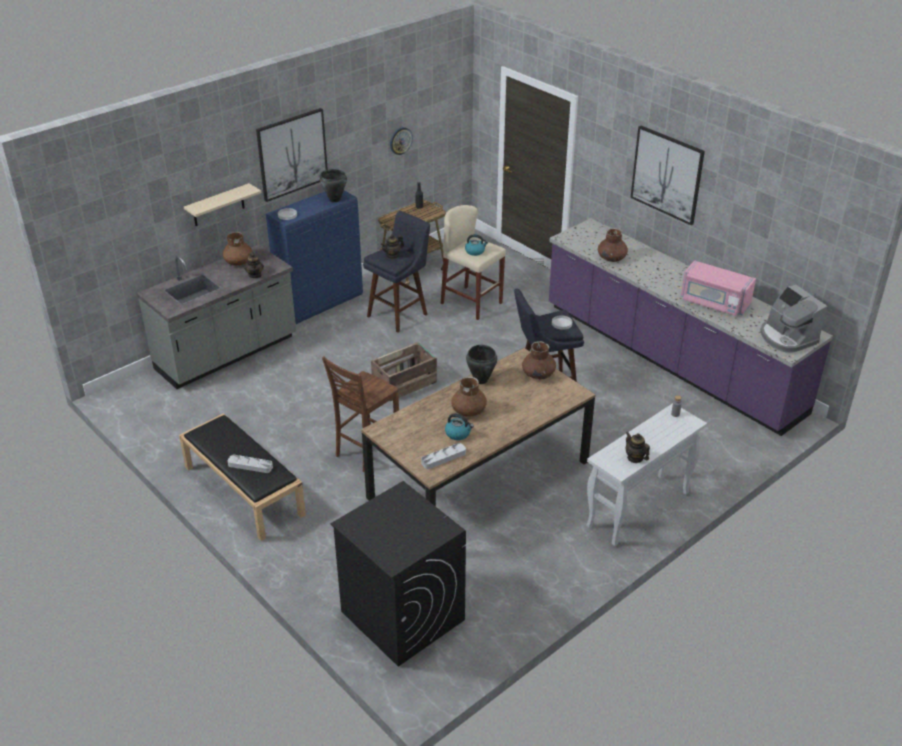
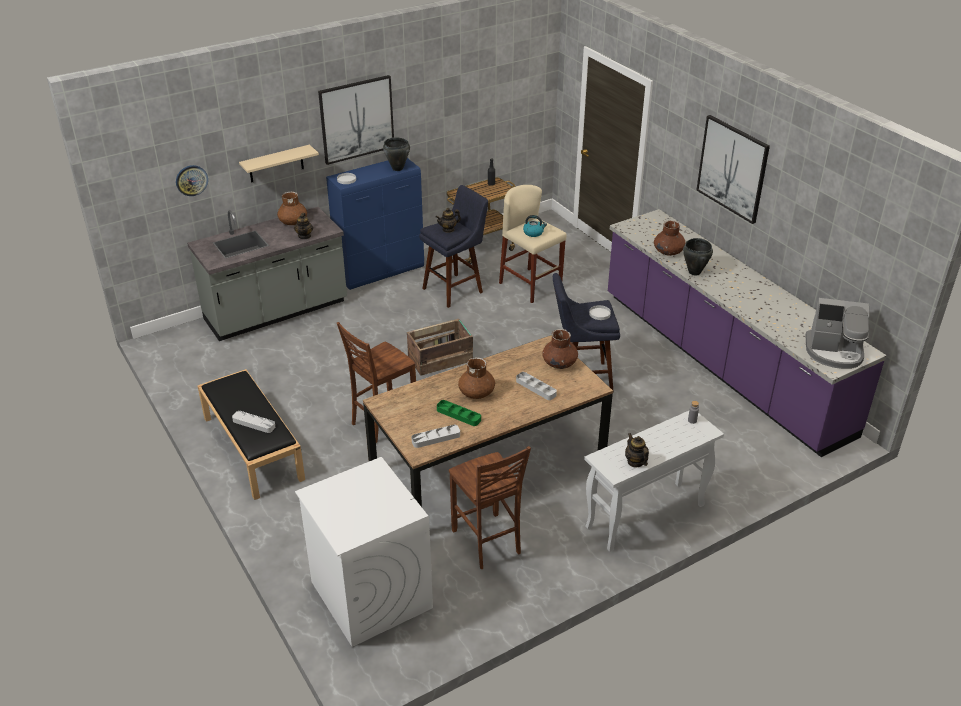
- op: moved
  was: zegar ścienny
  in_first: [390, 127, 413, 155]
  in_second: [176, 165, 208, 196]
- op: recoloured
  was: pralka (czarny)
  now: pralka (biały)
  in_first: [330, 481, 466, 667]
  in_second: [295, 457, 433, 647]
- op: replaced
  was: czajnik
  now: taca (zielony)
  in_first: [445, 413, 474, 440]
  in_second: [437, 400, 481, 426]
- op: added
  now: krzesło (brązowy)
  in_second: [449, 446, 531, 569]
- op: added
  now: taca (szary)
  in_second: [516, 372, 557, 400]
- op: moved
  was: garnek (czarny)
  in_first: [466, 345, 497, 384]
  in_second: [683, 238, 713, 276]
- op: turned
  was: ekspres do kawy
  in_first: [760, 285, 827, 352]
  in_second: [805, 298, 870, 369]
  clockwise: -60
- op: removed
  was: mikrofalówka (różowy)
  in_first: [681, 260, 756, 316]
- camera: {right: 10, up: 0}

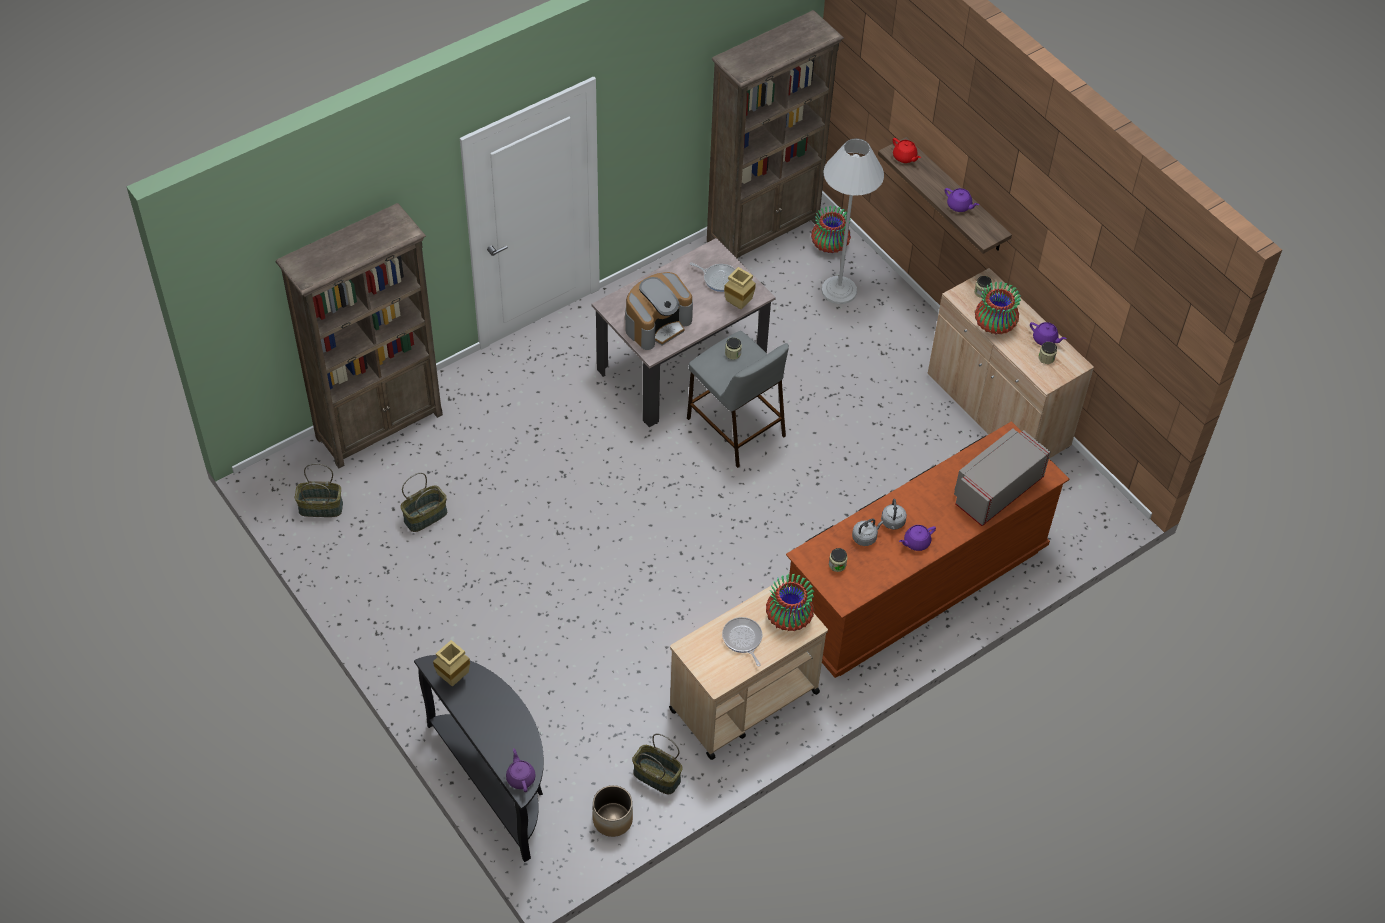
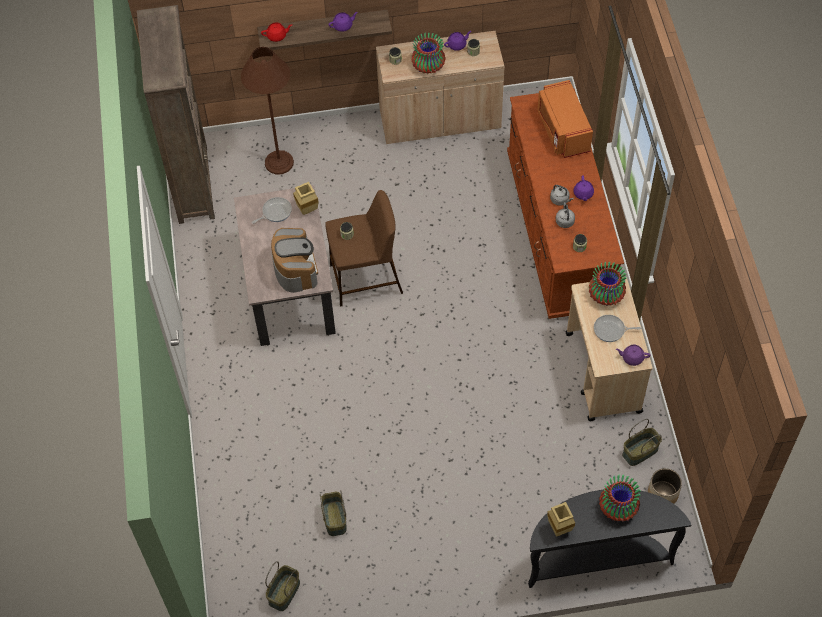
- op: recoloured
  was: lampa stojąca (biały)
  now: lampa stojąca (brązowy)
  in_first: [821, 138, 884, 304]
  in_second: [241, 47, 294, 175]
- op: recoloured
  was: stołek (szary)
  now: stołek (brązowy)
  in_first: [687, 331, 789, 468]
  in_second: [325, 190, 403, 307]
- op: recoloured
  was: mikrofalówka (szary)
  now: mikrofalówka (pomarańczowy)
  in_first: [954, 429, 1051, 526]
  in_second: [537, 80, 593, 158]
- op: moved
  was: wazon
  in_first: [811, 206, 851, 253]
  in_second: [599, 475, 641, 522]
- op: moved
  was: imbryk (fioletowy)
  in_first: [506, 748, 536, 792]
  in_second: [616, 345, 651, 366]
- op: removed
  was: regał (brązowy)
  in_first: [276, 203, 443, 468]
- camera: {right: -60, up: 5}

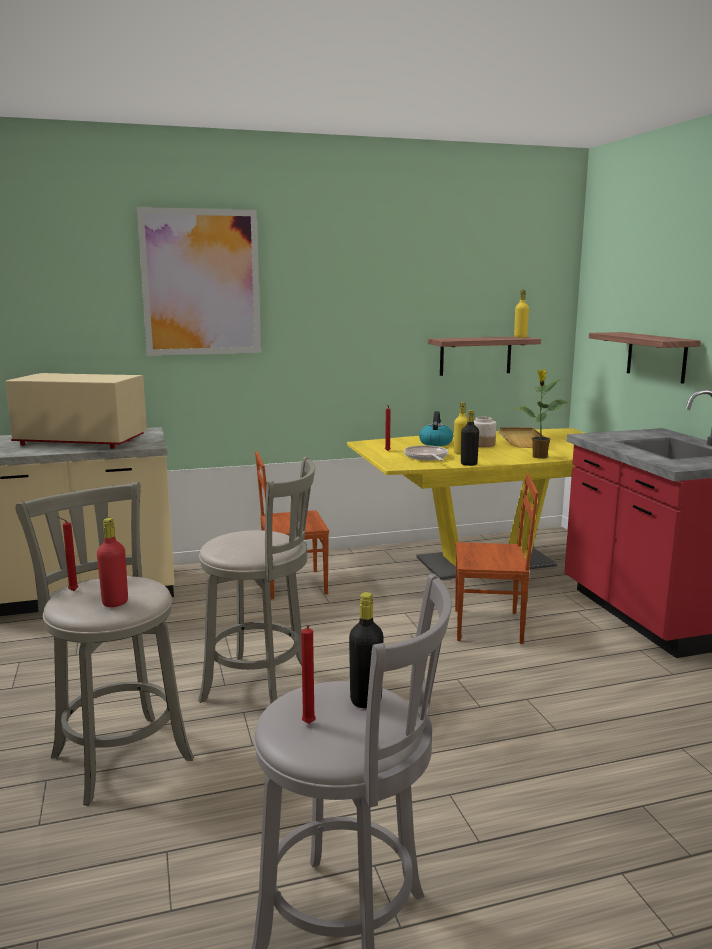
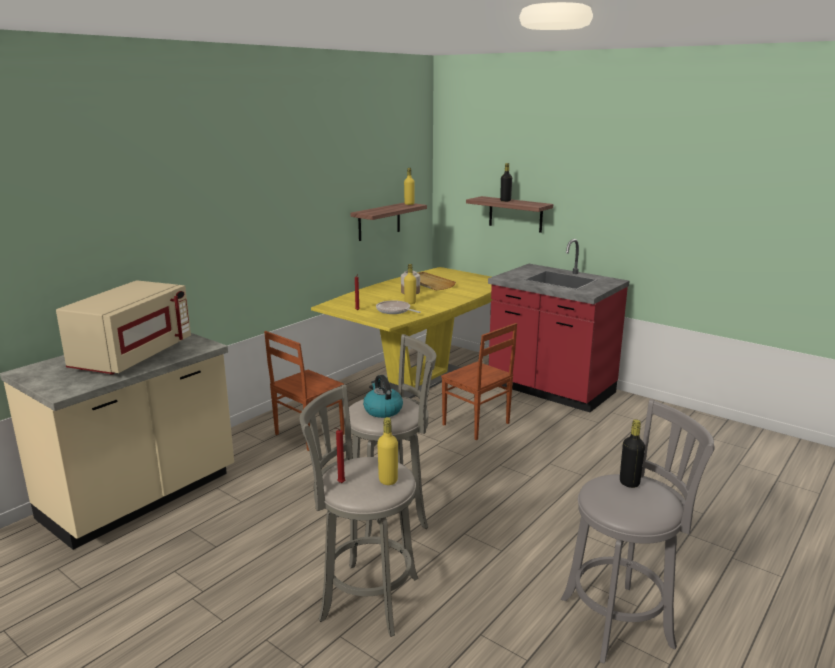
- op: turned
  was: mikrofalówka (beżowy)
  in_first: [5, 373, 147, 449]
  in_second: [56, 280, 191, 375]
  clockwise: 135
- op: moved
  was: czajnik
  in_first: [419, 411, 453, 446]
  in_second: [363, 375, 403, 418]
- op: recoloured
  was: butelka (czerwony)
  now: butelka (żółty)
  in_first: [97, 518, 128, 607]
  in_second: [377, 417, 398, 485]
- op: turned
  was: krzesło (brązowy)
  in_first: [455, 474, 538, 644]
  in_second: [441, 323, 517, 440]
  clockwise: 75
- op: moved
  was: butelka (czarny)
  in_first: [461, 410, 479, 466]
  in_second: [500, 163, 512, 202]
- op: removed
  was: obraz
  in_first: [137, 207, 261, 356]
- op: removed
  was: świeca (czerwony)
  in_first: [301, 625, 316, 724]
- op: removed
  was: roślina doniczkowa
  in_first: [513, 370, 569, 459]
- camera: {right: -35, up: 5}

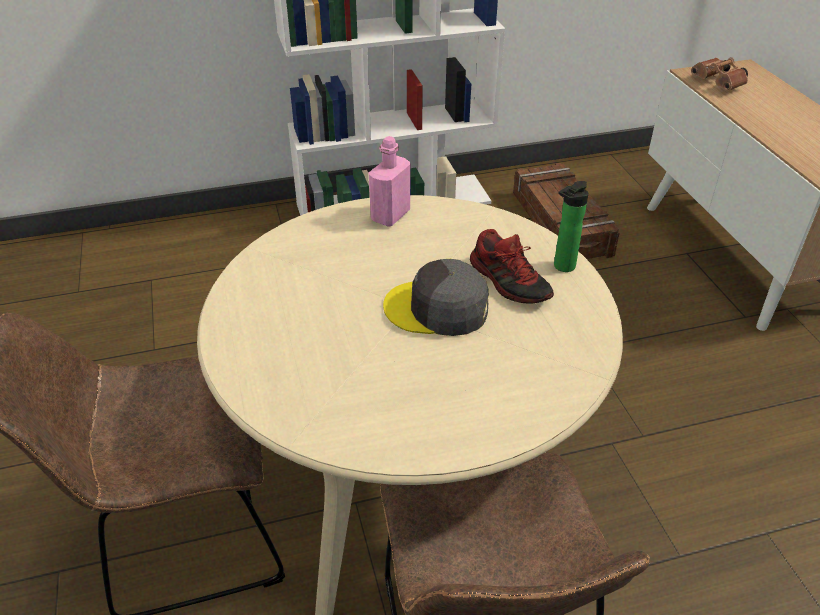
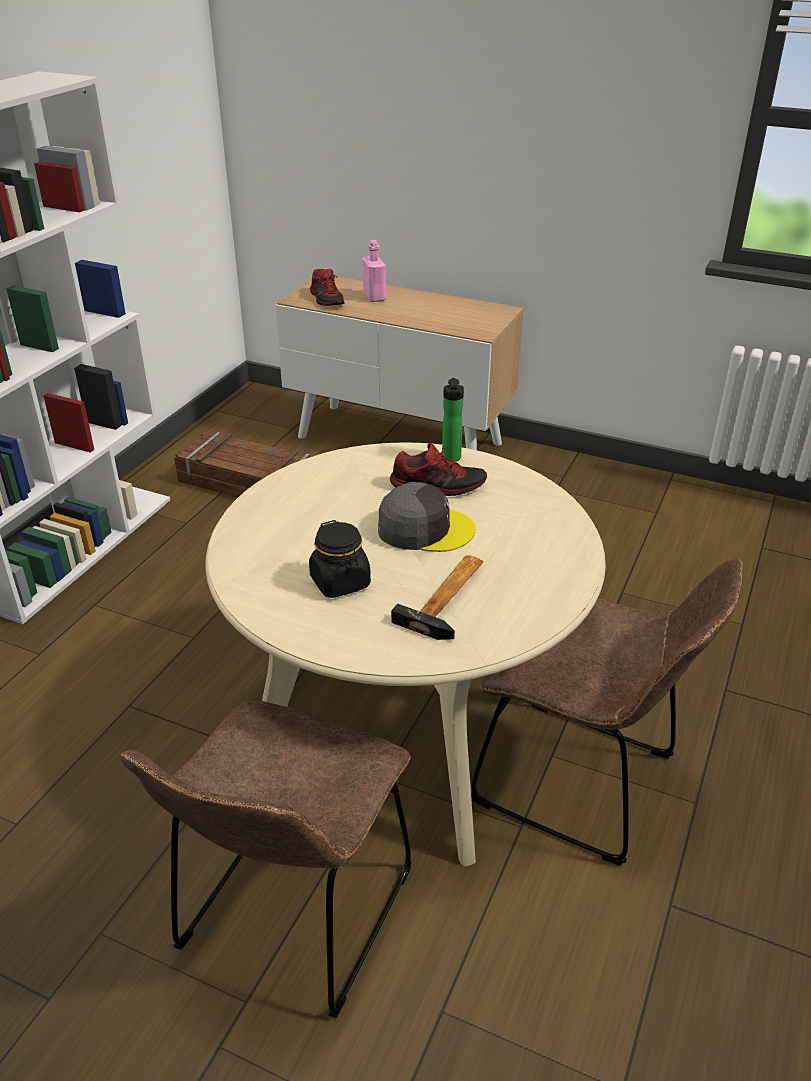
- op: added
  now: słoik (czarny)
  in_second: [309, 520, 371, 598]
- op: replaced
  was: lornetka (brązowy)
  now: but
  in_first: [691, 57, 748, 91]
  in_second: [310, 269, 345, 306]
- op: moved
  was: butelka (różowy)
  in_first: [369, 136, 411, 227]
  in_second: [362, 240, 386, 302]
- op: turned
  was: czapka z daszkiem (szary)
  in_first: [383, 259, 489, 336]
  in_second: [378, 482, 476, 552]
  clockwise: -135
- op: added
  now: młotek
  in_second: [391, 555, 483, 640]
- camera: {right: -50, up: -5}

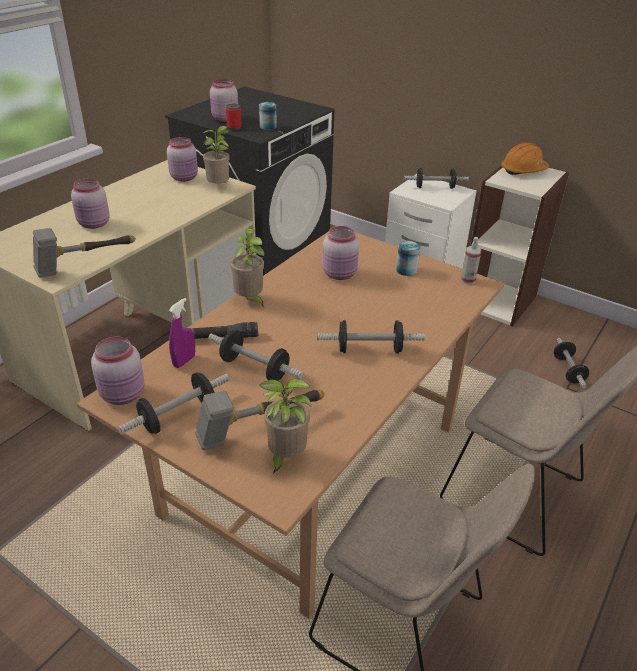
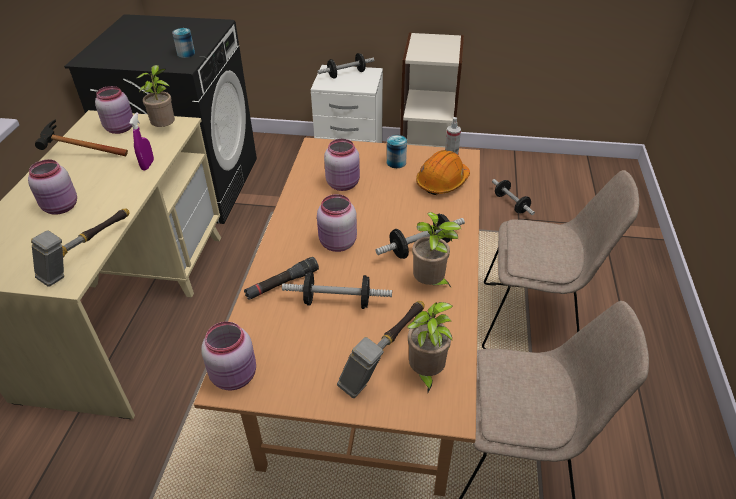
- op: added
  now: młotek
  in_second: [35, 119, 128, 157]
- op: moved
  was: spryskiwacz (fioletowy)
  in_first: [169, 298, 195, 368]
  in_second: [129, 112, 154, 170]
- op: moved
  was: słoik (różowy)
  in_first: [210, 79, 238, 122]
  in_second: [317, 194, 357, 252]
- op: moved
  was: roślina doniczkowa
  in_first: [230, 229, 264, 308]
  in_second: [412, 212, 461, 287]
- op: moved
  was: kask (pomarańczowy)
  in_first: [501, 143, 549, 175]
  in_second: [416, 150, 470, 195]
- op: removed
  was: hantel
  in_first: [118, 372, 230, 434]
- op: removed
  was: puszka
  in_first: [226, 104, 242, 130]
- camera: {right: -25, up: 5}

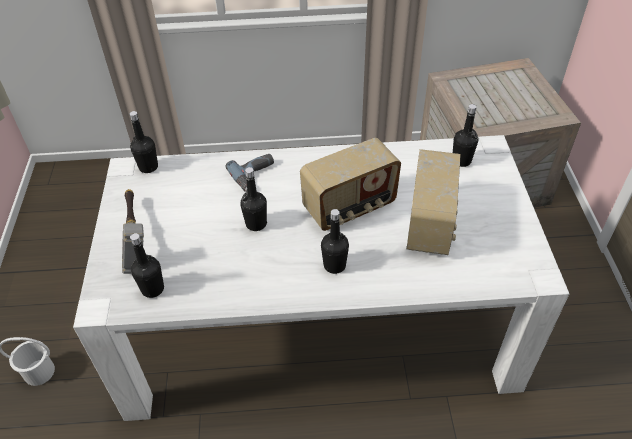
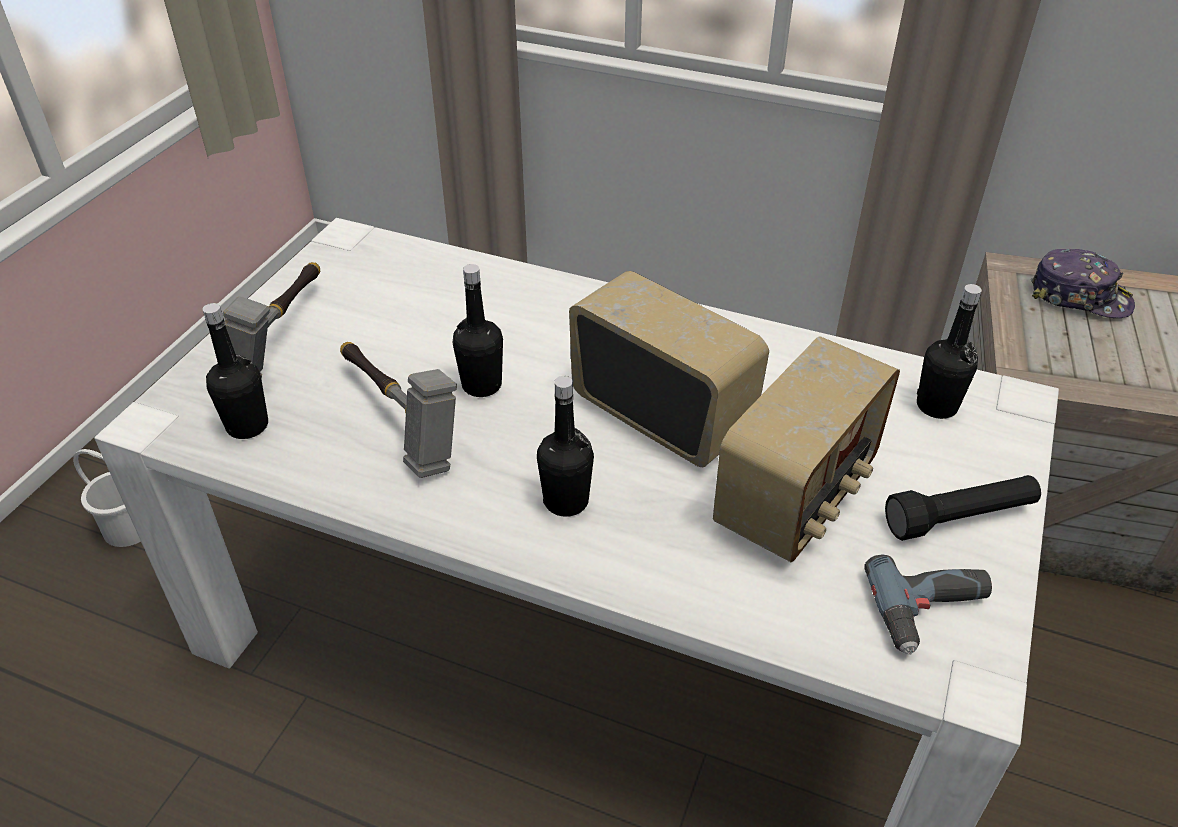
- op: added
  now: młotek
  in_second: [340, 342, 457, 478]
- op: turned
  was: radio
  in_first: [300, 138, 401, 231]
  in_second: [569, 271, 769, 467]
  clockwise: -135
- op: moved
  was: wiertarka
  in_first: [226, 154, 274, 192]
  in_second: [865, 554, 992, 655]
- op: added
  now: latarka (czarny)
  in_second: [885, 475, 1041, 541]
- op: added
  now: czapka z daszkiem
  in_second: [1031, 249, 1135, 318]
- op: removed
  was: butelka (czarny)
  in_first: [129, 111, 158, 173]
- camera: {right: 25, up: -5}

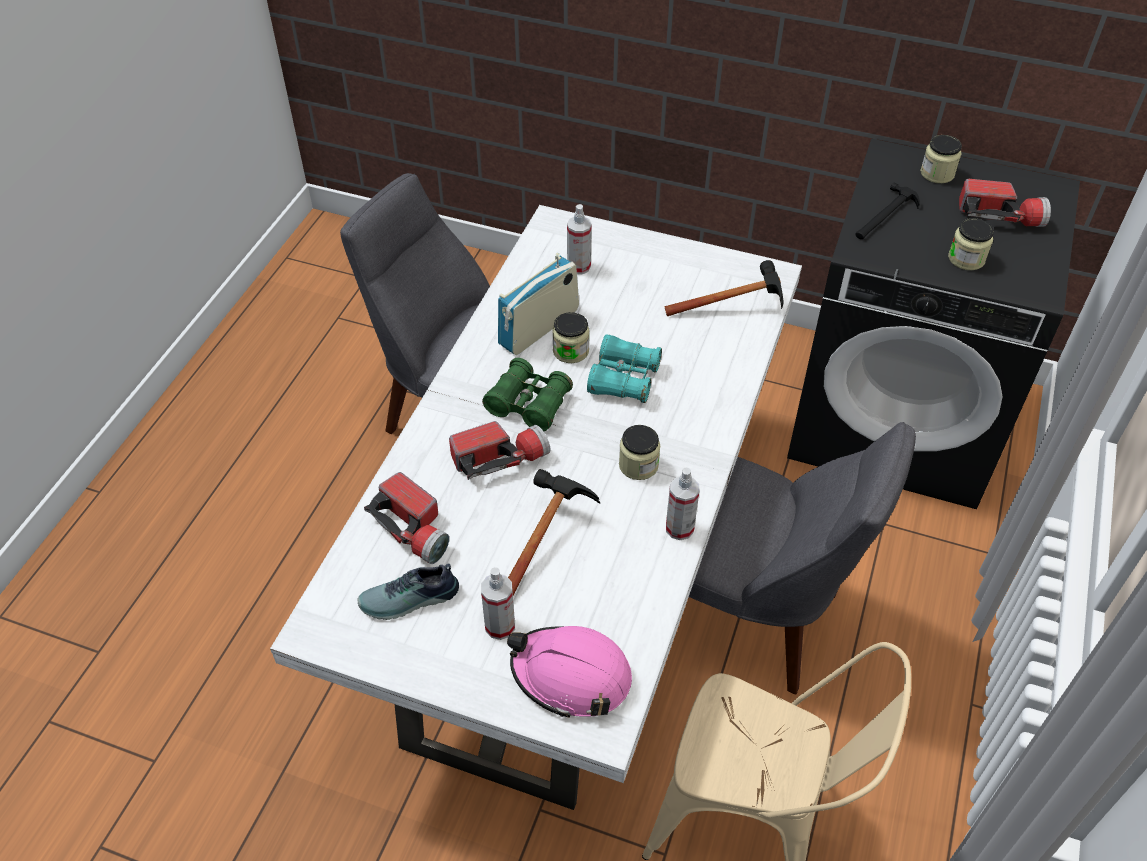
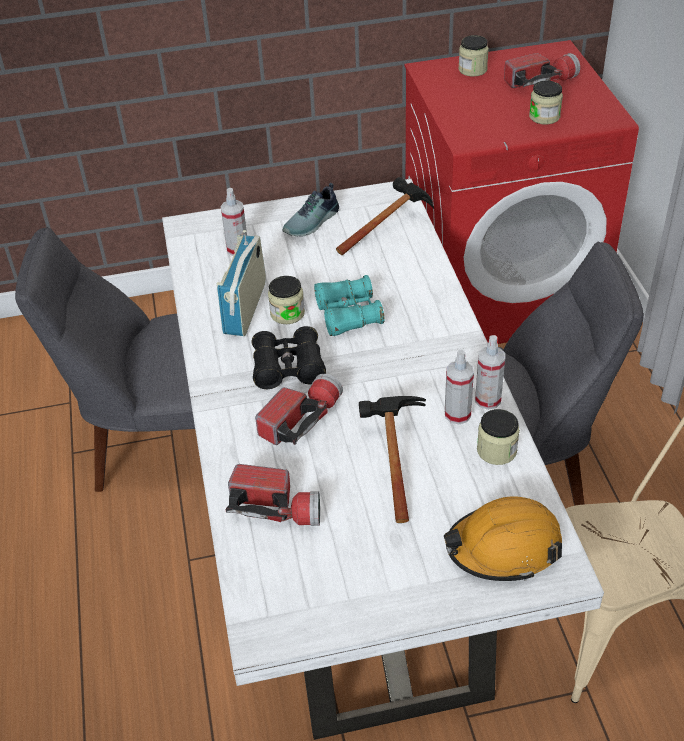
- op: recoloured
  was: lornetka (zielony)
  now: lornetka (czarny)
  in_first: [482, 358, 573, 431]
  in_second: [251, 326, 326, 389]
- op: moved
  was: but
  in_first: [357, 564, 459, 620]
  in_second: [282, 183, 339, 236]
- op: recoloured
  was: pralka (czarny)
  now: pralka (czerwony)
  in_first: [787, 139, 1080, 509]
  in_second: [405, 40, 639, 344]
- op: recoloured
  was: kask (różowy)
  now: kask (pomarańczowy)
  in_first: [507, 626, 632, 718]
  in_second: [444, 496, 562, 581]
- op: moved
  was: spryskiwacz
  in_first: [481, 567, 515, 640]
  in_second: [445, 350, 474, 424]
- op: moved
  was: słoik
  in_first: [619, 425, 660, 480]
  in_second: [477, 409, 520, 465]
- op: removed
  was: młotek
  in_first: [855, 183, 920, 239]
- camera: {right: -30, up: -5}

